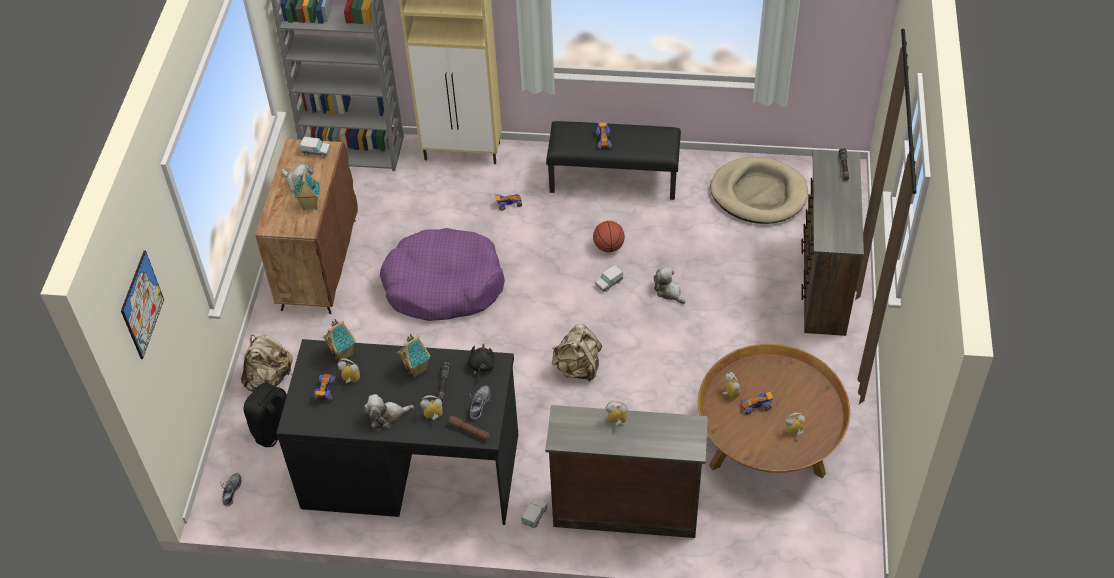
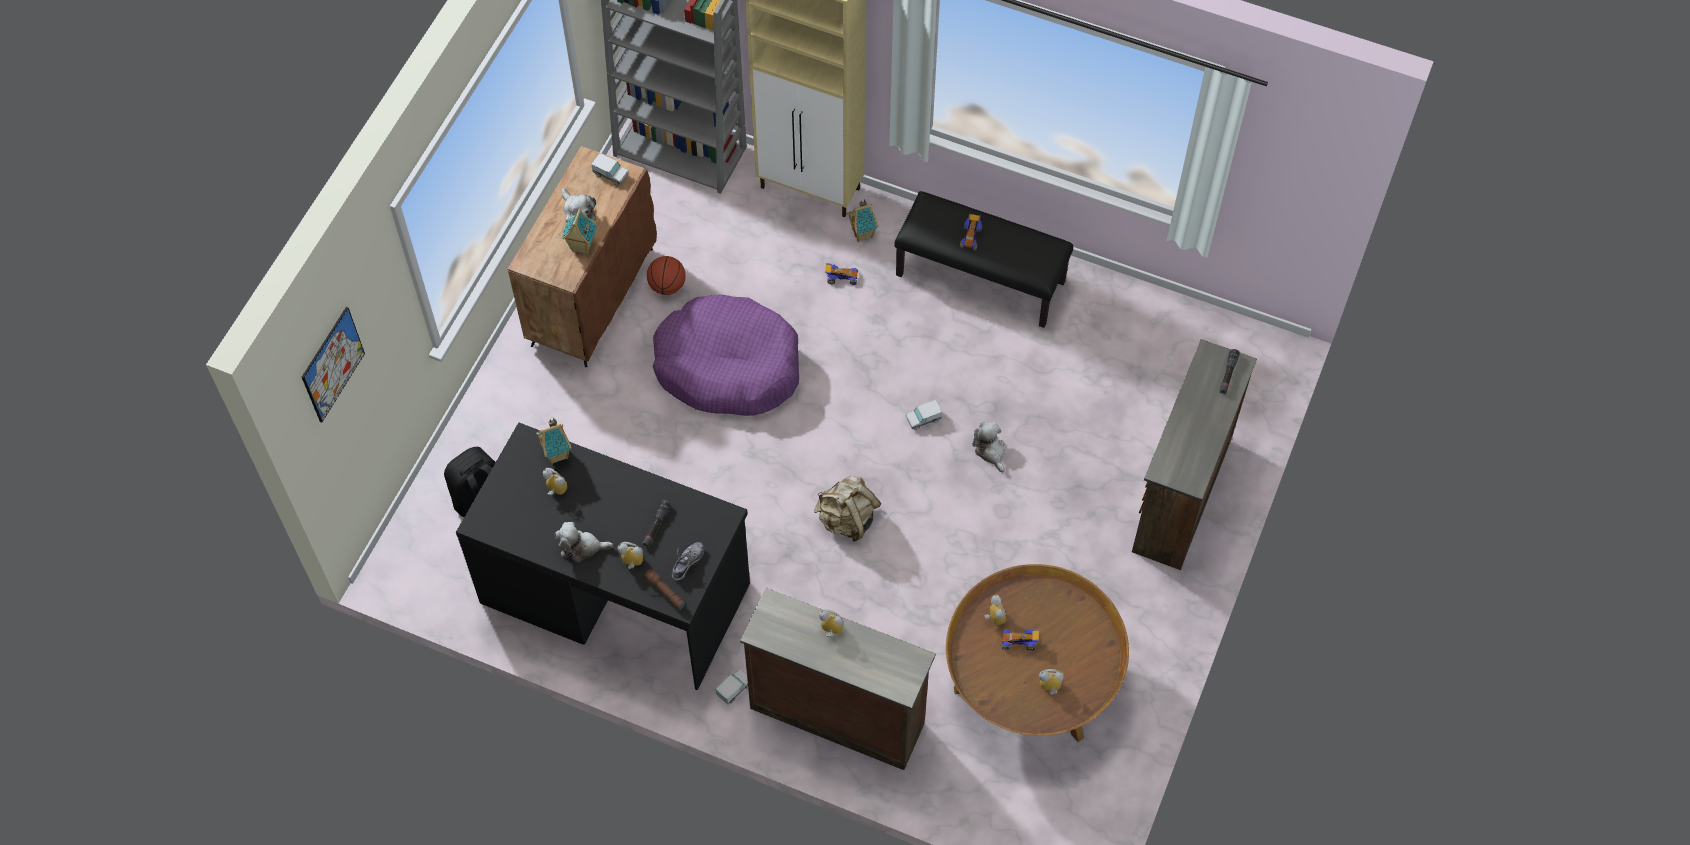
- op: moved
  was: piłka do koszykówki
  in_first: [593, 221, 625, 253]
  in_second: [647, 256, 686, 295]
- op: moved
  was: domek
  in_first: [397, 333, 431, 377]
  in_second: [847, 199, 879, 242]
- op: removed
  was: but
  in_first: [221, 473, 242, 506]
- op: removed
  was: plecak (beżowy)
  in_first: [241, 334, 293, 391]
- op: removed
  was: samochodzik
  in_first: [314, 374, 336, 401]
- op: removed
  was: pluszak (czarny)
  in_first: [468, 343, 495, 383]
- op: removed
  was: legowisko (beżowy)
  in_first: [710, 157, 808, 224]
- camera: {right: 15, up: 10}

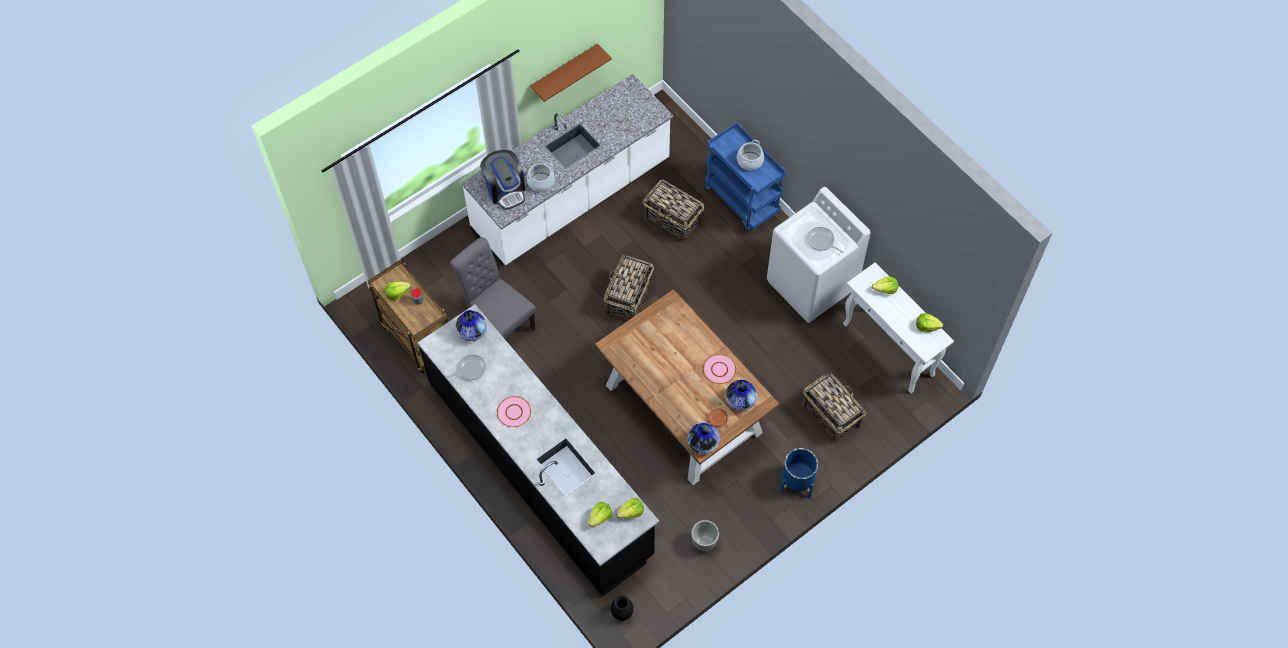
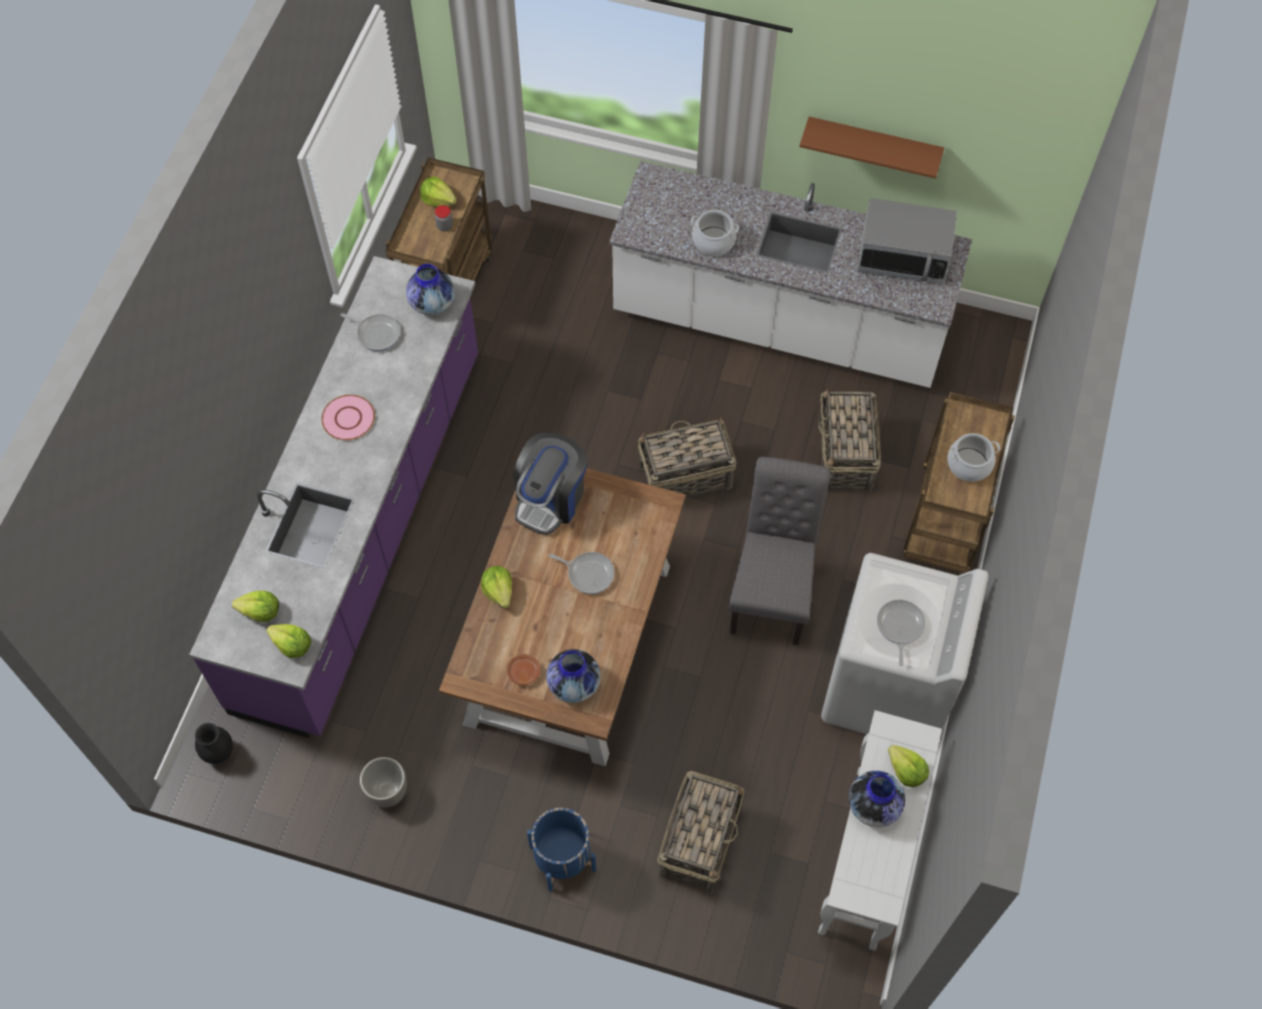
- op: recoloured
  was: zabudowa kuchenna (czarny)
  now: zabudowa kuchenna (fioletowy)
  in_first: [418, 304, 659, 597]
  in_second: [189, 256, 478, 738]
- op: moved
  was: sałata
  in_first: [916, 313, 943, 333]
  in_second: [481, 566, 512, 608]
- op: moved
  was: ekspres do kawy
  in_first: [480, 150, 525, 210]
  in_second: [514, 433, 587, 535]
- op: added
  now: patelnia
  in_second: [549, 552, 614, 594]
- op: moved
  was: krzesło (szary)
  in_first: [450, 237, 536, 339]
  in_second: [728, 457, 831, 645]
- op: moved
  was: wazon
  in_first: [688, 422, 720, 454]
  in_second: [848, 771, 905, 827]
- op: added
  now: mikrofalówka
  in_second: [857, 198, 957, 285]
- op: recoloured
  was: wózek (niebieski)
  now: wózek (brązowy)
  in_first: [705, 123, 786, 230]
  in_second: [903, 392, 1015, 573]
- op: removed
  was: talerz (różowy)
  in_first: [703, 354, 736, 384]
- camera: {right: 55, up: 0}

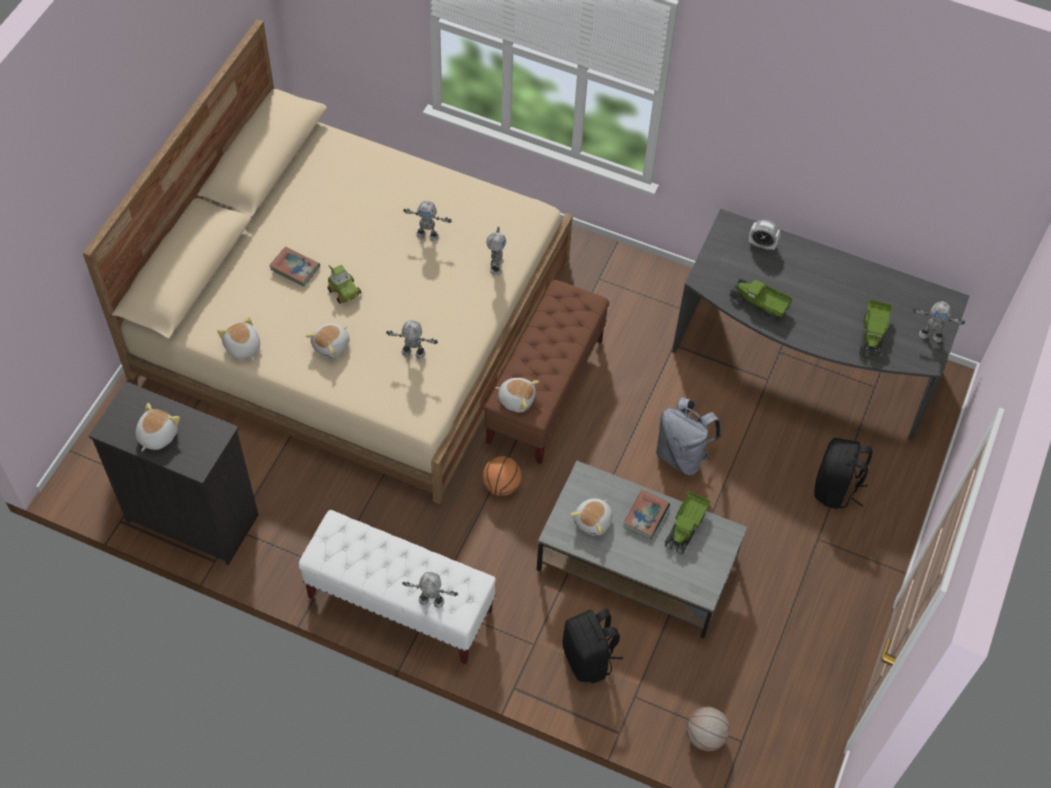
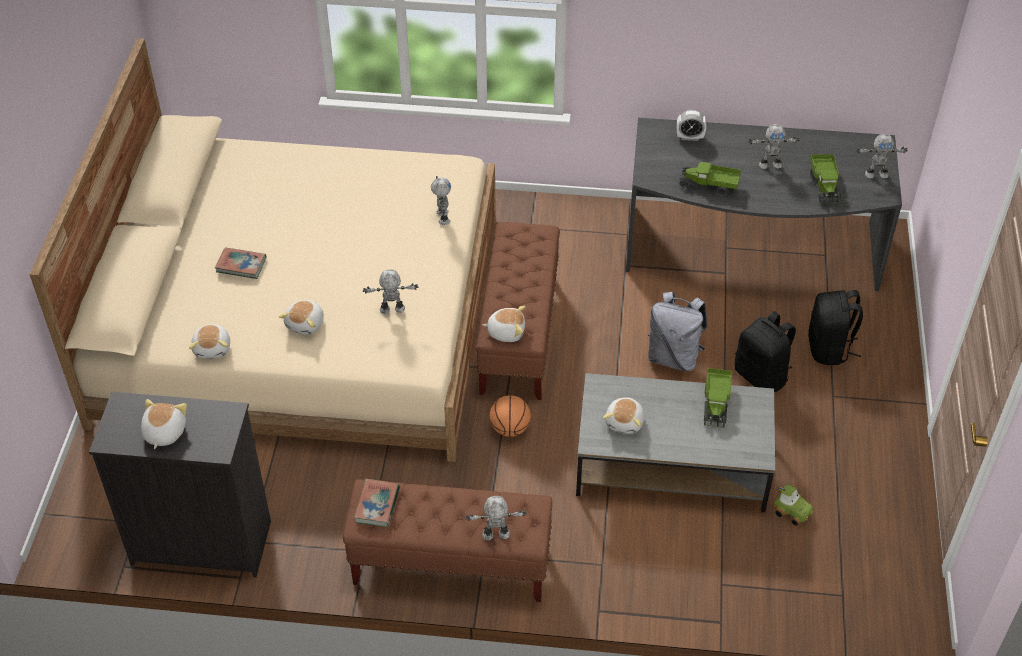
- op: turned
  was: pluszak
  in_first: [217, 316, 260, 360]
  in_second: [189, 324, 230, 359]
  clockwise: -135
- op: recoloured
  was: ławka (biały)
  now: ławka (brązowy)
  in_first: [299, 510, 496, 664]
  in_second: [343, 479, 552, 602]
- op: moved
  was: książka
  in_first: [623, 490, 670, 539]
  in_second: [354, 479, 400, 527]
- op: moved
  was: plecak (czarny)
  in_first: [563, 608, 623, 683]
  in_second: [735, 311, 796, 392]
- op: moved
  was: robot zabawkowy
  in_first: [403, 201, 452, 242]
  in_second: [749, 124, 800, 169]
- op: moved
  was: samochodzik
  in_first: [328, 265, 361, 304]
  in_second: [774, 484, 813, 526]
- op: removed
  was: piłka do koszykówki
  in_first: [686, 707, 730, 751]
- camera: {right: -15, up: -10}

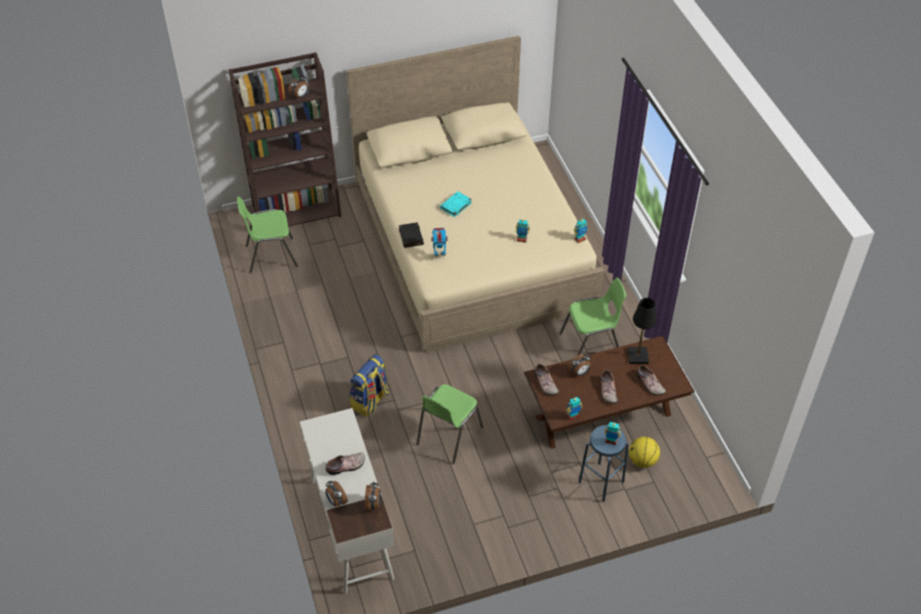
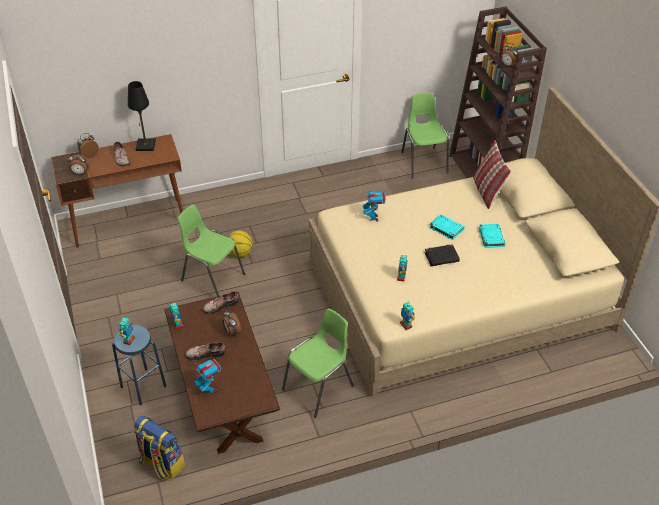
- op: recoloured
  was: biurko (biały)
  now: biurko (brązowy)
  in_first: [300, 408, 394, 594]
  in_second: [51, 134, 183, 248]
- op: moved
  was: lampa stołowa (czarny)
  in_first: [628, 298, 656, 364]
  in_second: [128, 81, 156, 151]
- op: moved
  was: plecak
  in_first: [350, 354, 389, 417]
  in_second: [134, 415, 185, 481]
- op: replaced
  was: but
  now: robot zabawkowy
  in_first: [637, 365, 666, 396]
  in_second: [194, 359, 221, 395]
- op: moved
  was: piłka do koszykówki
  in_first: [629, 437, 660, 468]
  in_second: [229, 231, 253, 257]
- op: turned
  was: krzesło (zielony)
  in_first: [560, 278, 626, 356]
  in_second: [282, 308, 354, 418]
  clockwise: -120
- op: moved
  was: książka (czarny)
  in_first: [399, 222, 424, 248]
  in_second: [425, 244, 460, 266]
- op: added
  now: poduszka
  in_second: [473, 140, 511, 209]
- op: added
  now: książka (turkusowy)
  in_second: [479, 224, 505, 248]
- camera: {right: 90, up: -5}

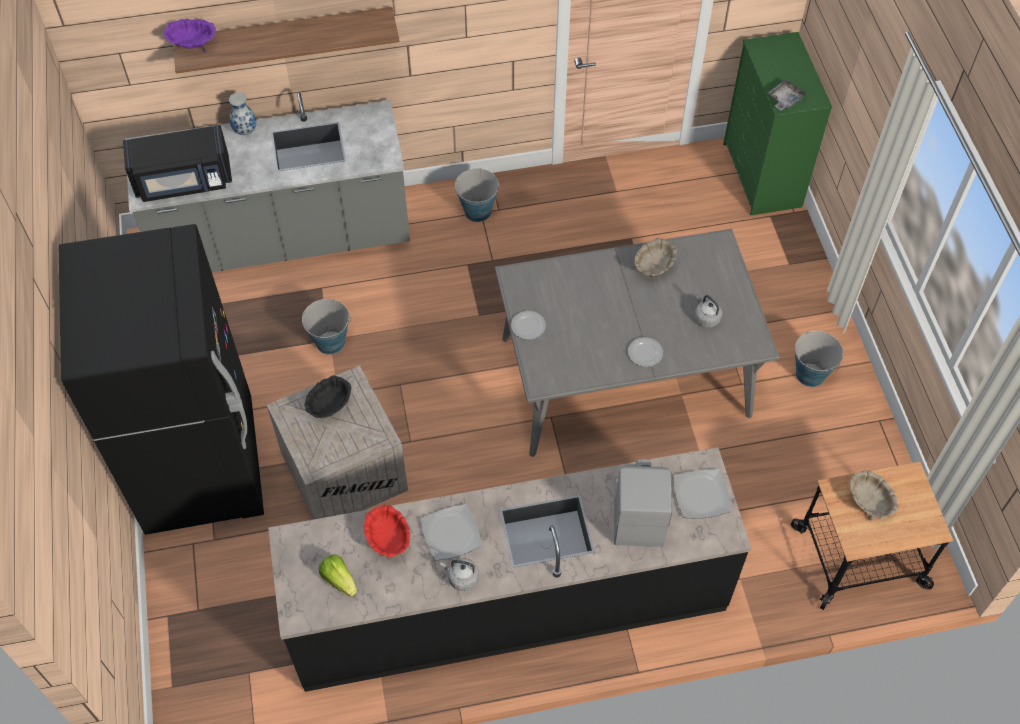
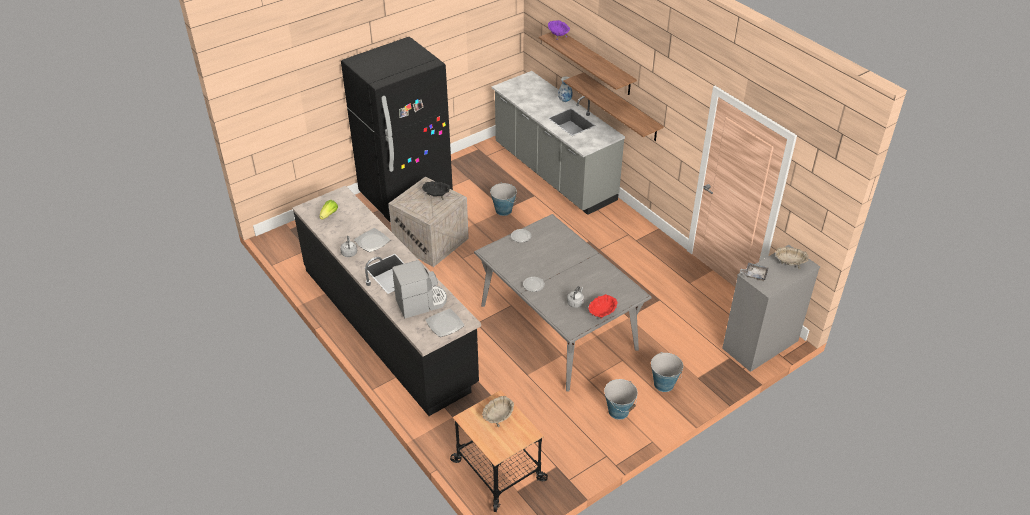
- op: added
  now: półka
  in_second: [564, 72, 664, 141]
- op: moved
  was: miska (czerwony)
  in_first: [363, 505, 410, 558]
  in_second: [588, 294, 617, 319]
- op: moved
  was: wiadro
  in_first: [455, 168, 500, 222]
  in_second: [651, 352, 683, 392]
- op: recoloured
  was: komoda (zielony)
  now: komoda (szary)
  in_first: [723, 32, 832, 215]
  in_second: [722, 245, 820, 372]
- op: moved
  was: miska (beżowy)
  in_first: [635, 238, 677, 277]
  in_second: [776, 247, 808, 269]
- op: removed
  was: mikrofalówka (czarny)
  in_first: [123, 125, 232, 202]
- camera: {right: 65, up: -15}

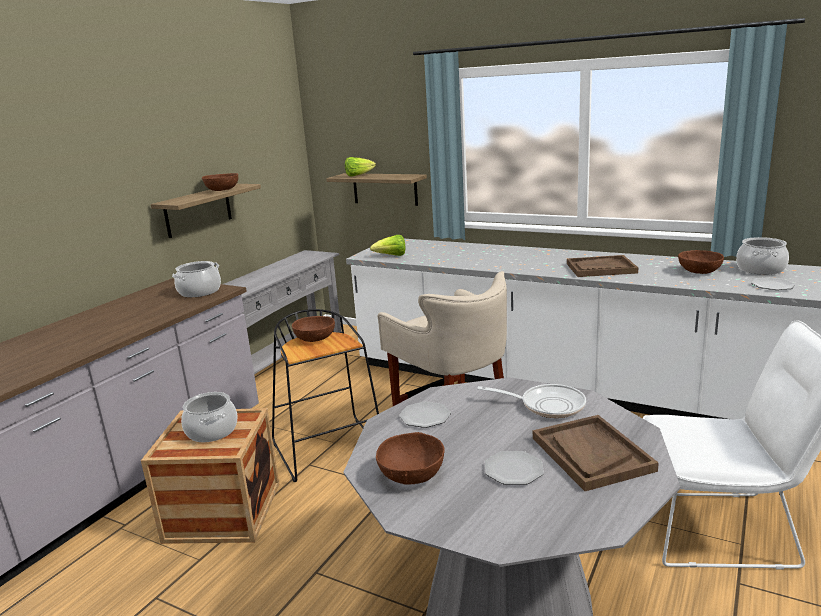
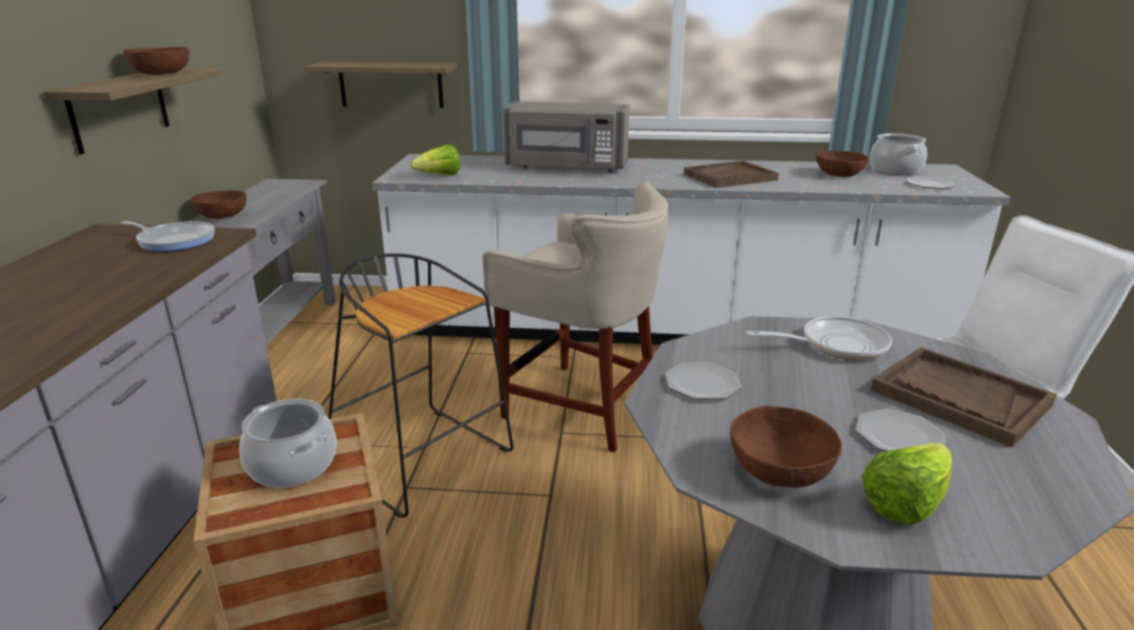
- op: replaced
  was: garnek
  now: patelnia
  in_first: [172, 261, 221, 297]
  in_second: [121, 221, 215, 252]
- op: moved
  was: miska (brązowy)
  in_first: [292, 316, 335, 342]
  in_second: [191, 190, 247, 219]
- op: added
  now: mikrofalówka (szary)
  in_second: [503, 101, 630, 172]
- op: moved
  was: sałata
  in_first: [345, 157, 376, 176]
  in_second: [861, 443, 952, 525]
- camera: {right: -25, up: 5}

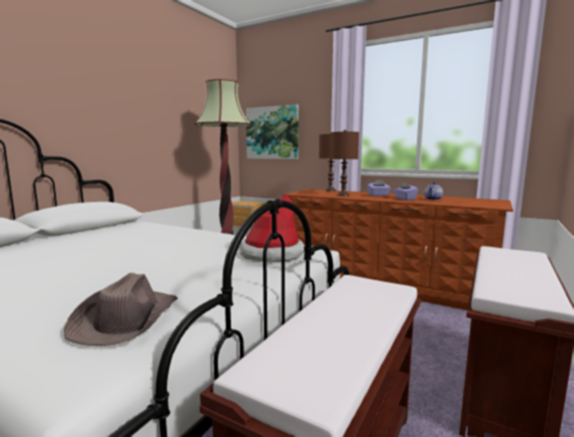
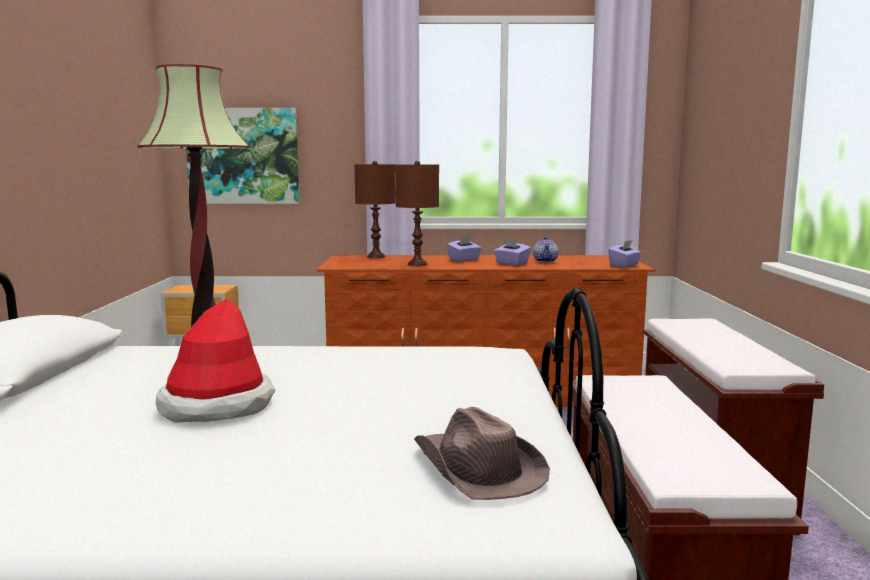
- op: moved
  was: kapelusz
  in_first: [240, 195, 305, 262]
  in_second: [156, 299, 276, 422]
- op: added
  now: pudełko chusteczek (fioletowy)
  in_second: [608, 240, 642, 268]
- camera: {right: -30, up: 0}

